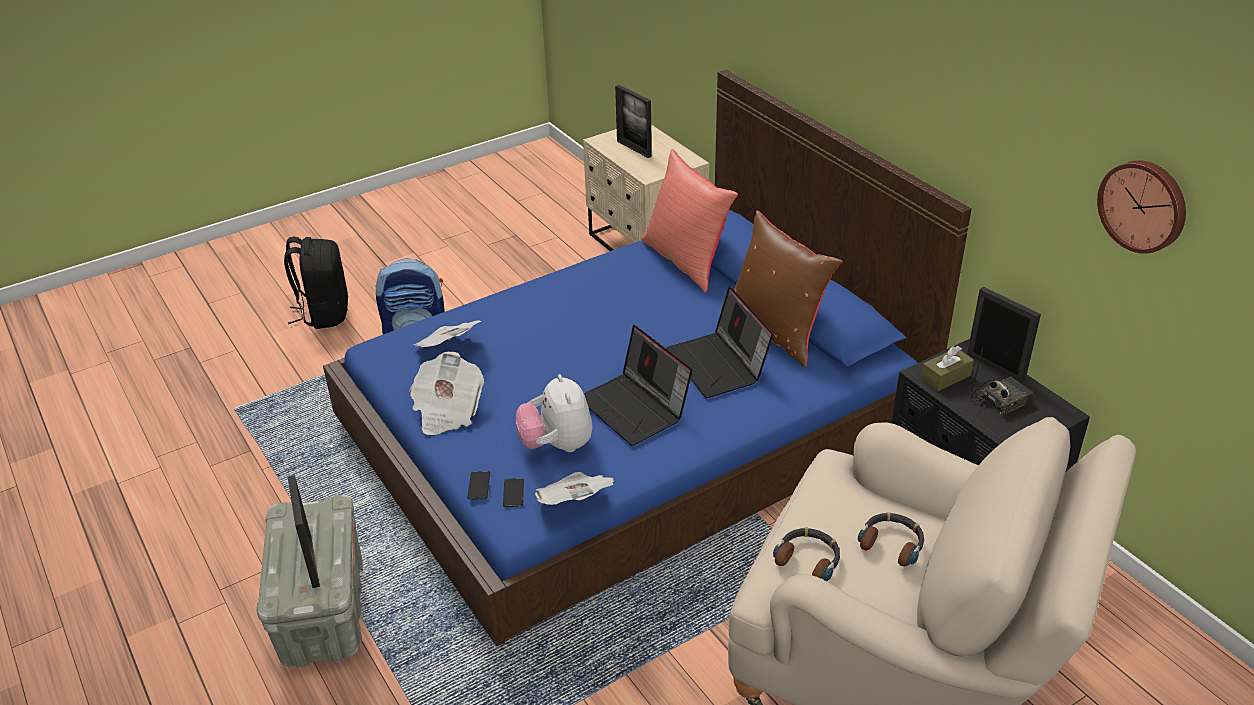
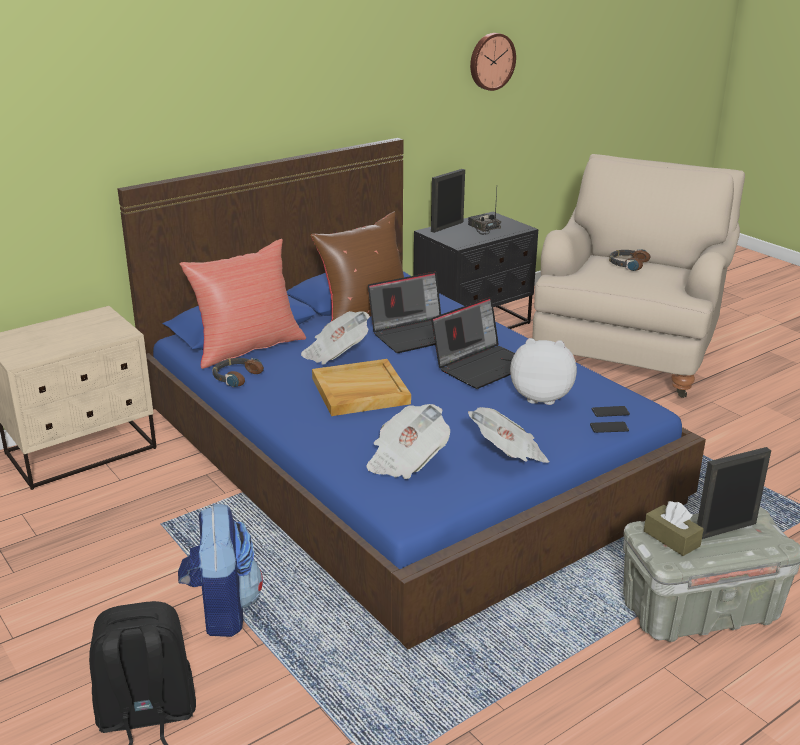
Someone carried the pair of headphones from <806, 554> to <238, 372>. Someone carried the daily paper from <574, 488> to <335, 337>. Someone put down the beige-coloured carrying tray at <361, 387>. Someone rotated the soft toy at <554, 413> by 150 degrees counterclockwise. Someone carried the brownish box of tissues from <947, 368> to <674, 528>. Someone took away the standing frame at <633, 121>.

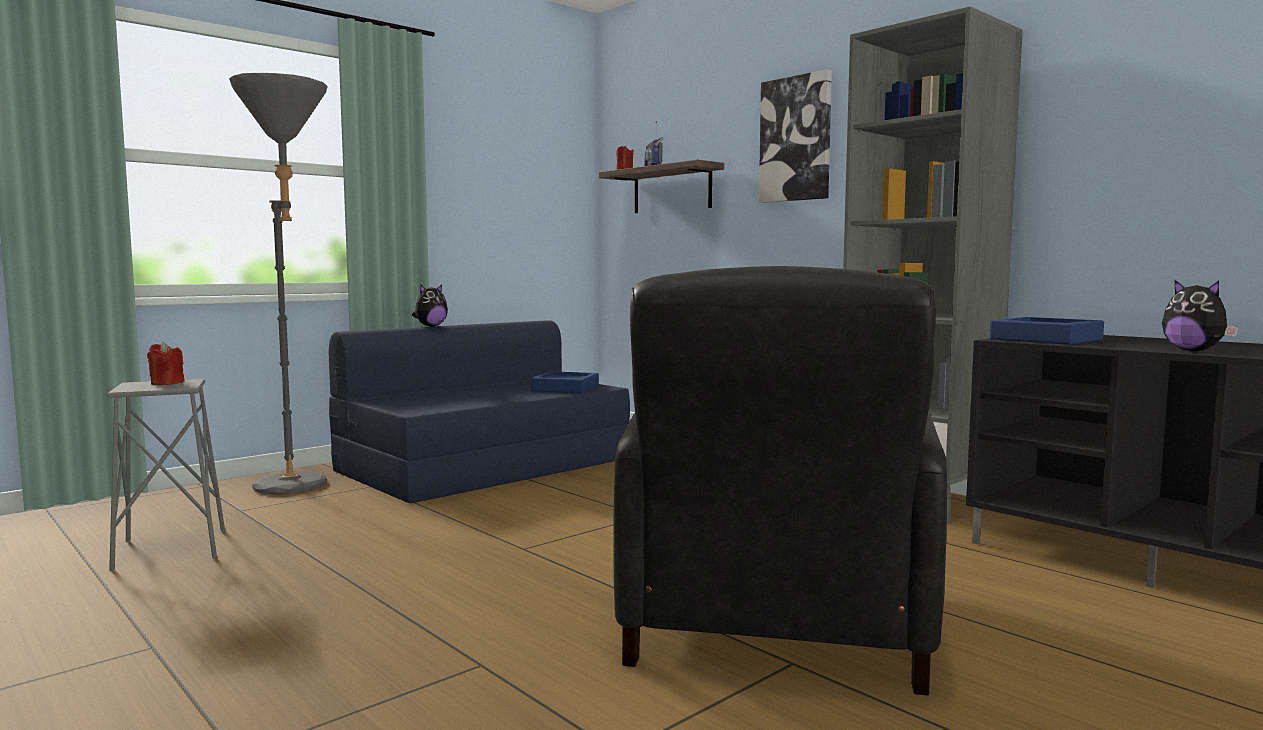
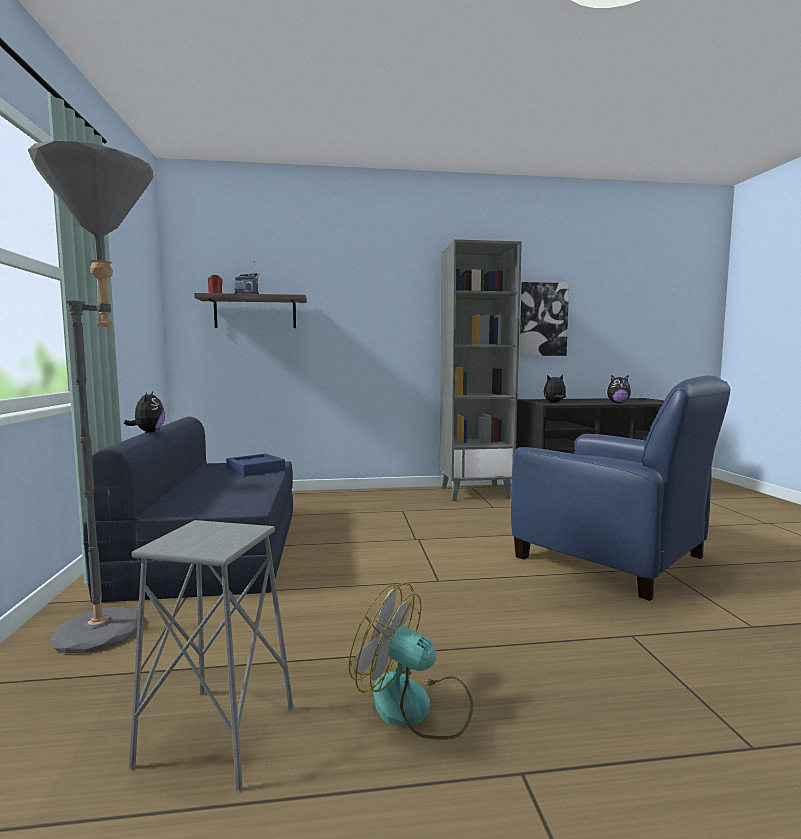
Someone put down the electric fan at <411, 661>. Someone repainted the black-coloured easy chair at <780, 480>, which became the blue-coloured easy chair at <621, 488>. Someone carried the wall art from <795, 136> to <544, 319>. Someone swapped the blue-coloured carrying tray at <1047, 331> for the soft toy at <555, 389>. Someone took away the reddish wax light at <166, 363>.

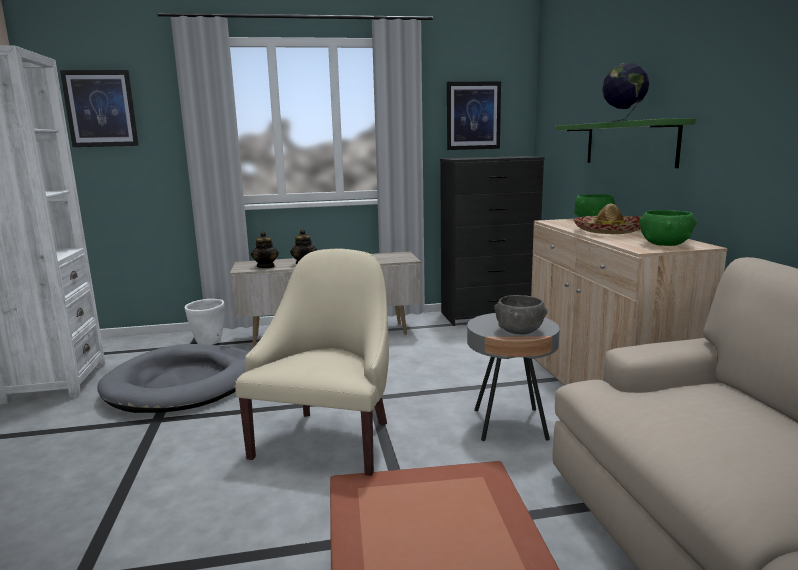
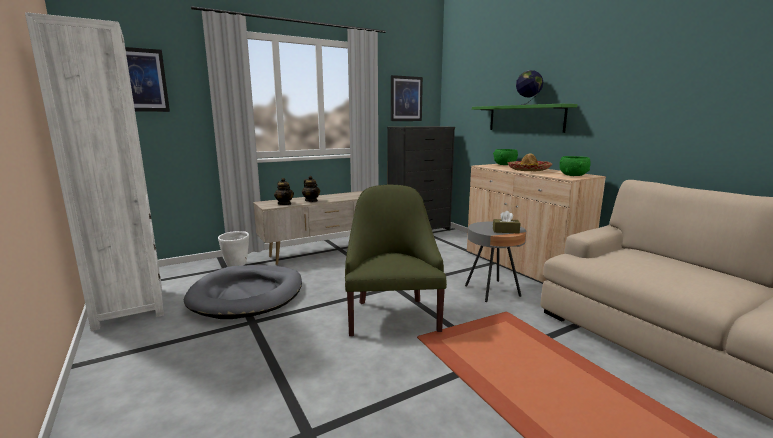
Someone repainted the beige-coloured easy chair at <312, 362>, which became the green-coloured easy chair at <396, 260>. Someone swapped the gray serving bowl at <521, 314> for the brownish box of tissues at <507, 222>.

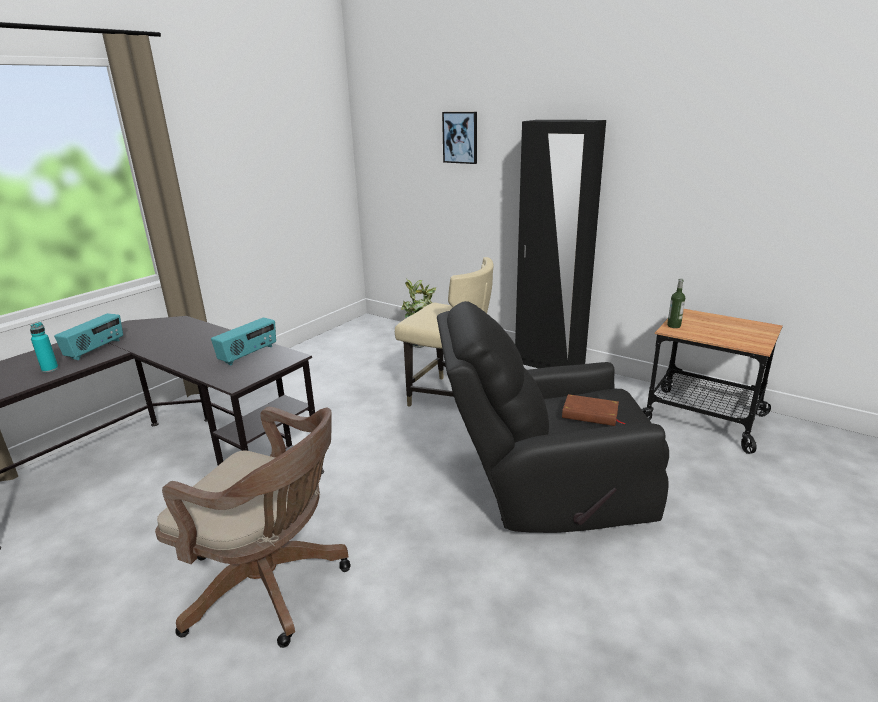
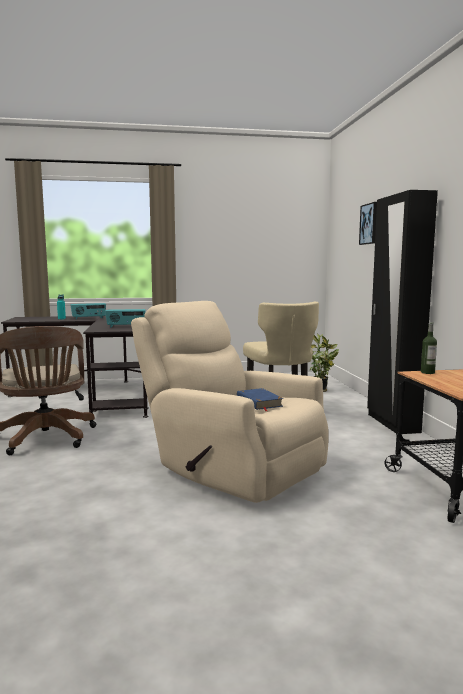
Someone repainted the black-coloured easy chair at <553, 417>, which became the beige-coloured easy chair at <230, 402>. Someone repainted the brownish volume at <593, 410>, which became the blue-coloured volume at <260, 399>.

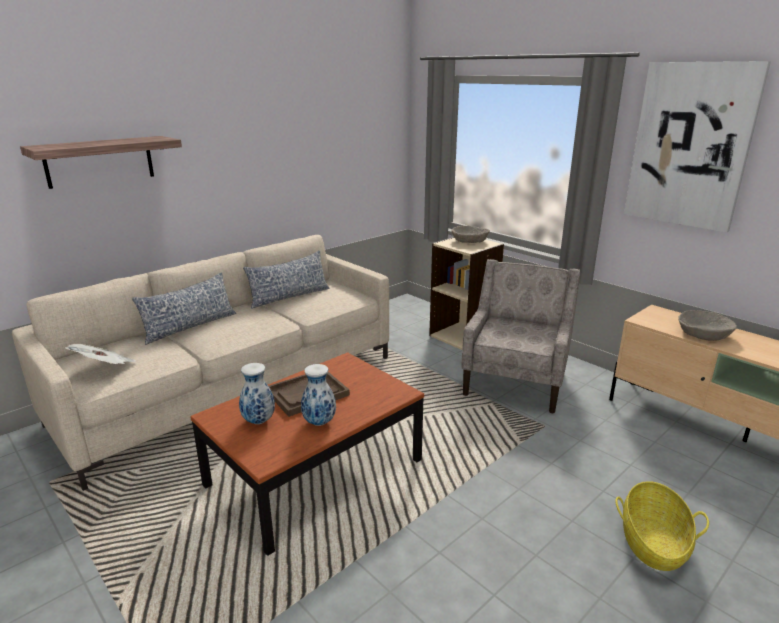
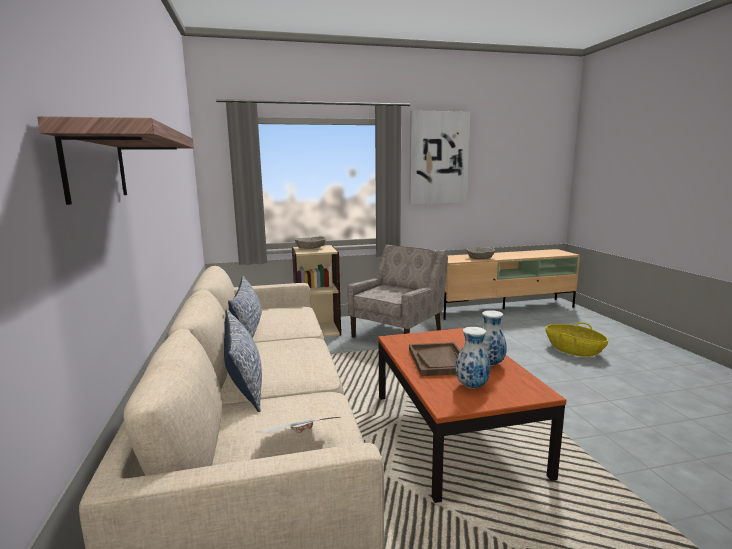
Someone rotated the beige-coloured easy chair at <520, 336> by 75 degrees clockwise.

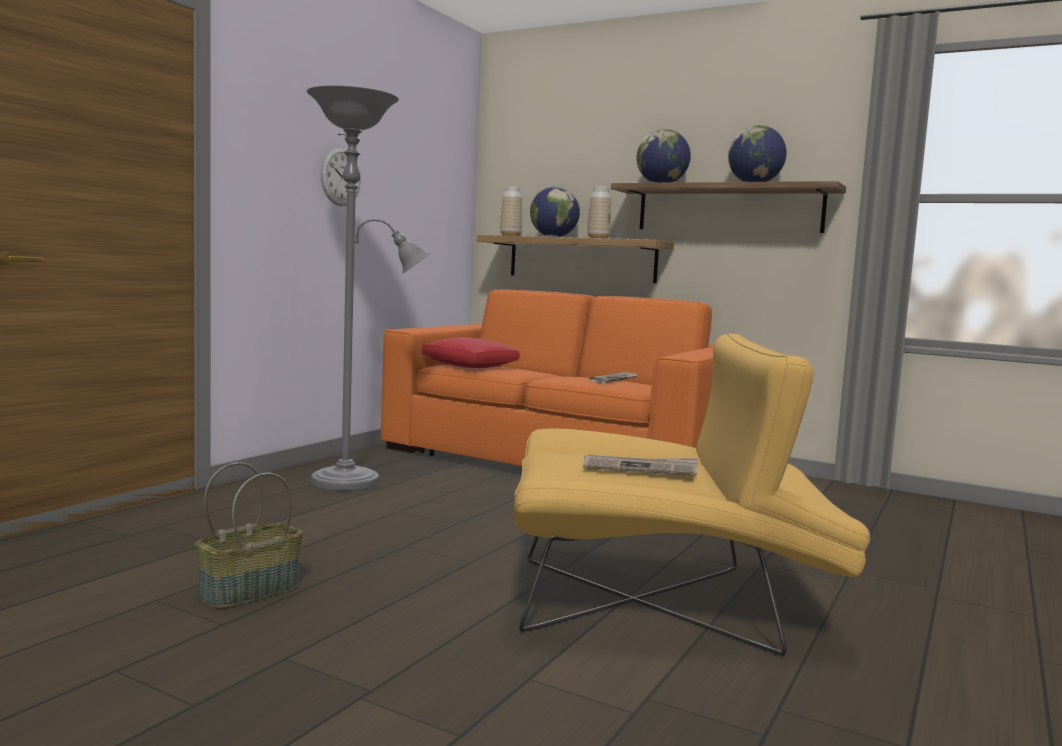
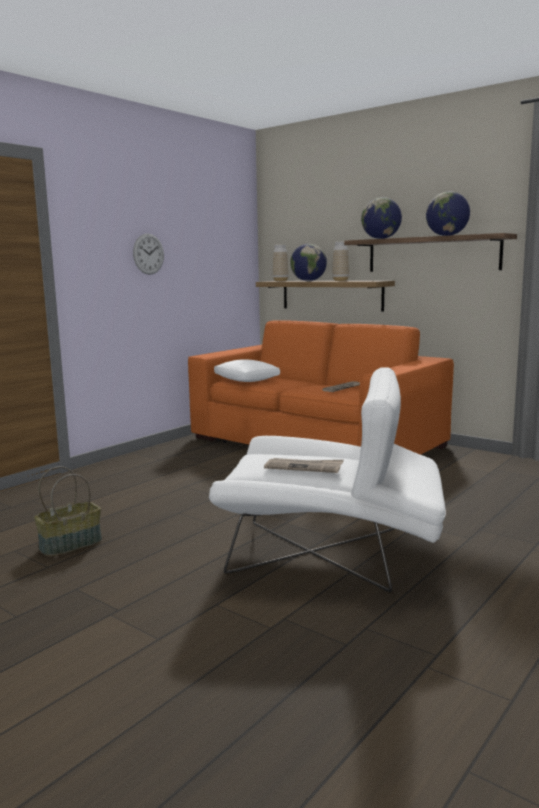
Someone repainted the yellowish easy chair at <692, 494>, which became the white-coloured easy chair at <327, 480>. Someone repainted the reddish cushion at <471, 352>, which became the white-coloured cushion at <247, 370>. Someone took away the gray standing lamp at <369, 288>.

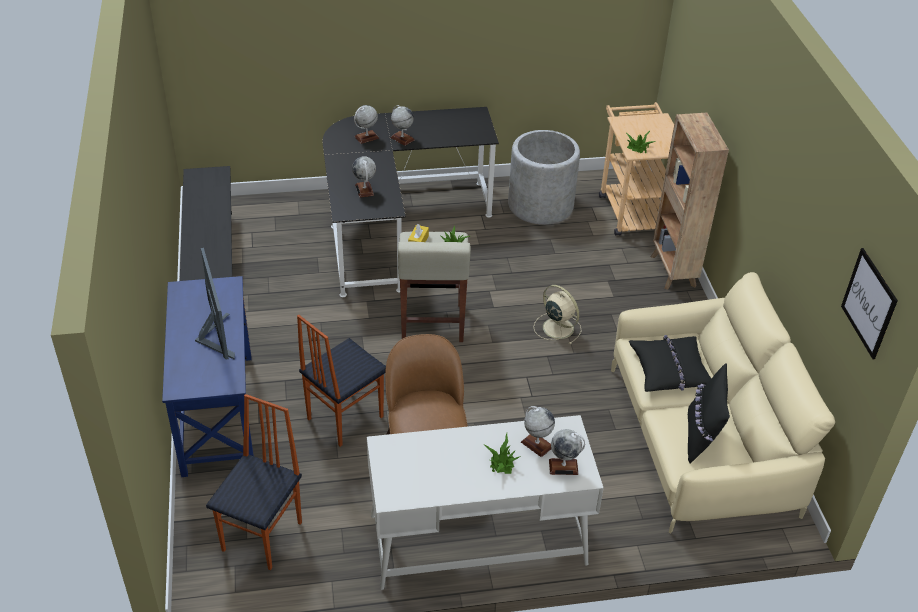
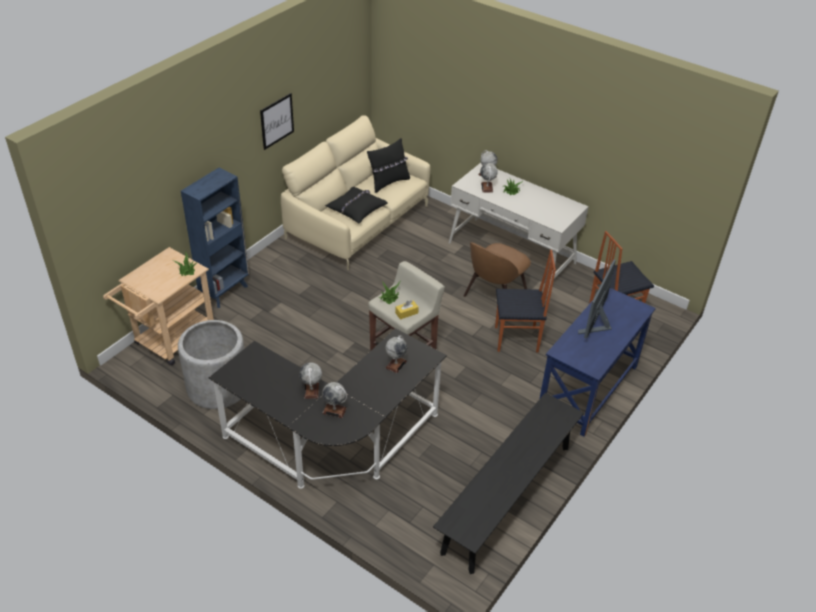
Someone repainted the brownish shelving unit at <689, 201>, which became the blue-coloured shelving unit at <215, 238>. Someone carried the wall art from <869, 303> to <277, 121>. Someone took away the beige-coloured electric fan at <557, 315>.

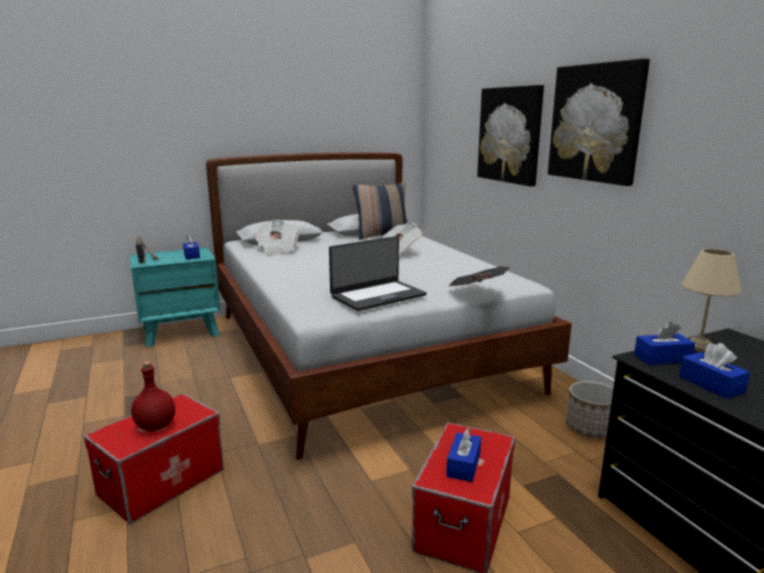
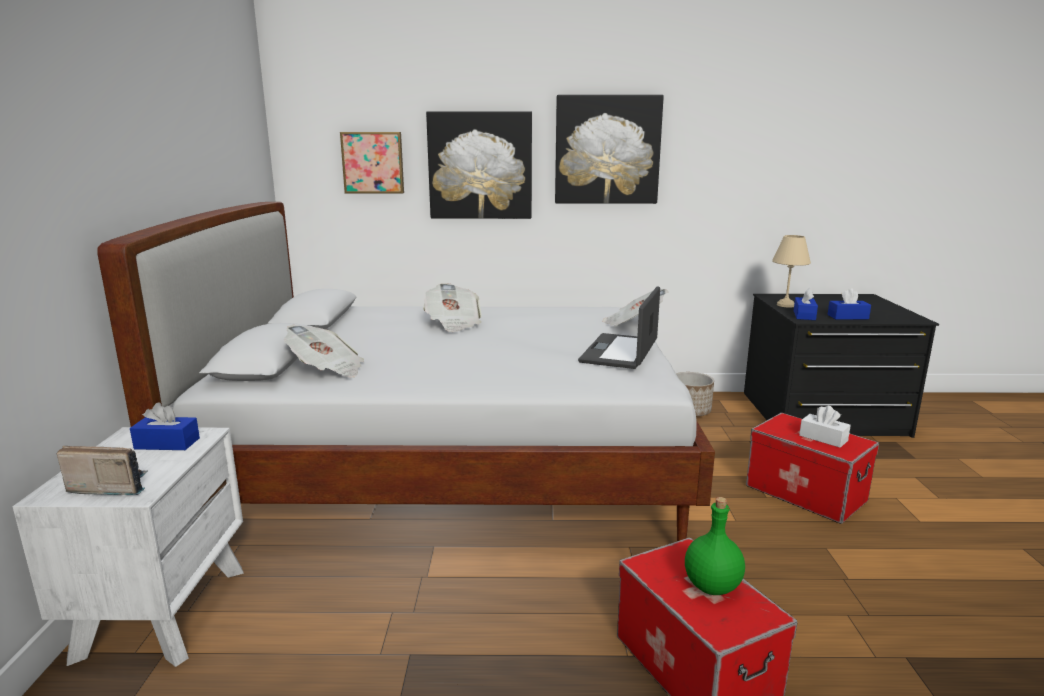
Someone repainted the turquoise-coloured night table at <175, 297>, which became the white-coloured night table at <128, 547>. Someone put up the wall art at <372, 163>. Someone rotated the portable computer at <378, 273> by 150 degrees counterclockwise. Someone repainted the reddish bottle at <153, 396>, which became the green-coloured bottle at <715, 546>. Someone repainted the blue-coloured box of tissues at <463, 455>, which became the white-coloured box of tissues at <825, 427>. Someone took away the cushion at <380, 210>.

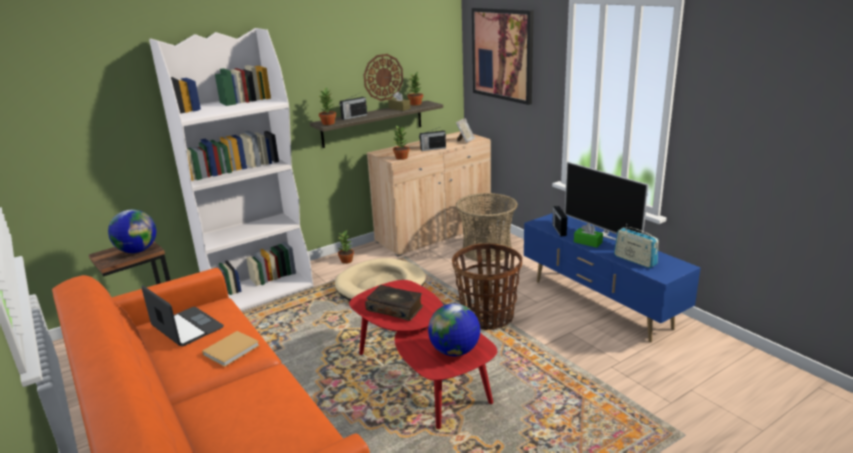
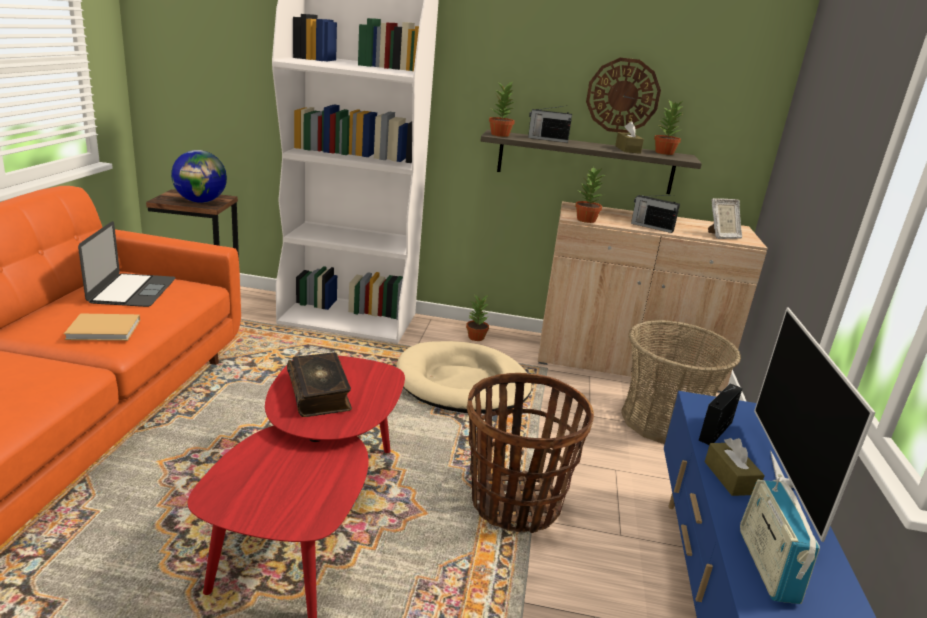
Someone repainted the green-coloured box of tissues at <588, 235>, which became the brownish box of tissues at <735, 467>. Someone took away the globe at <454, 330>. Someone took away the wall art at <503, 56>.

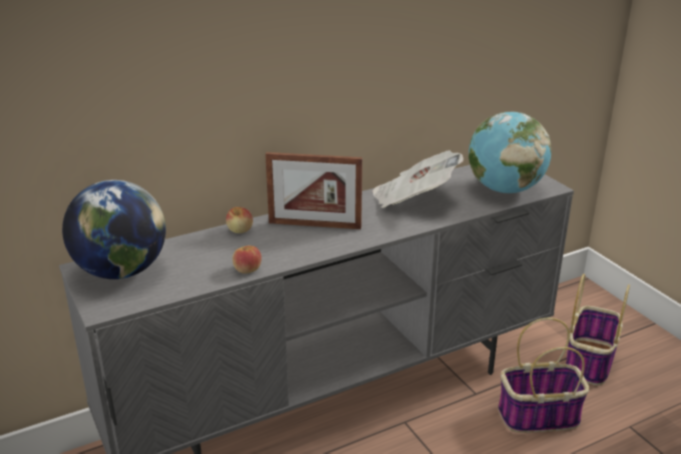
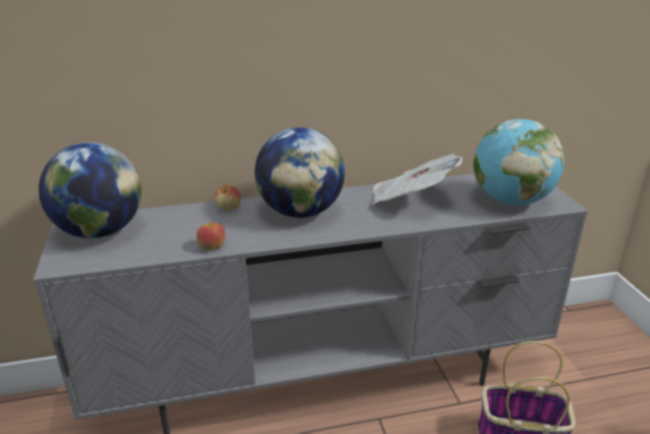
Someone swapped the standing frame at <313, 190> for the globe at <300, 172>. Someone took away the storage basket at <598, 329>.

